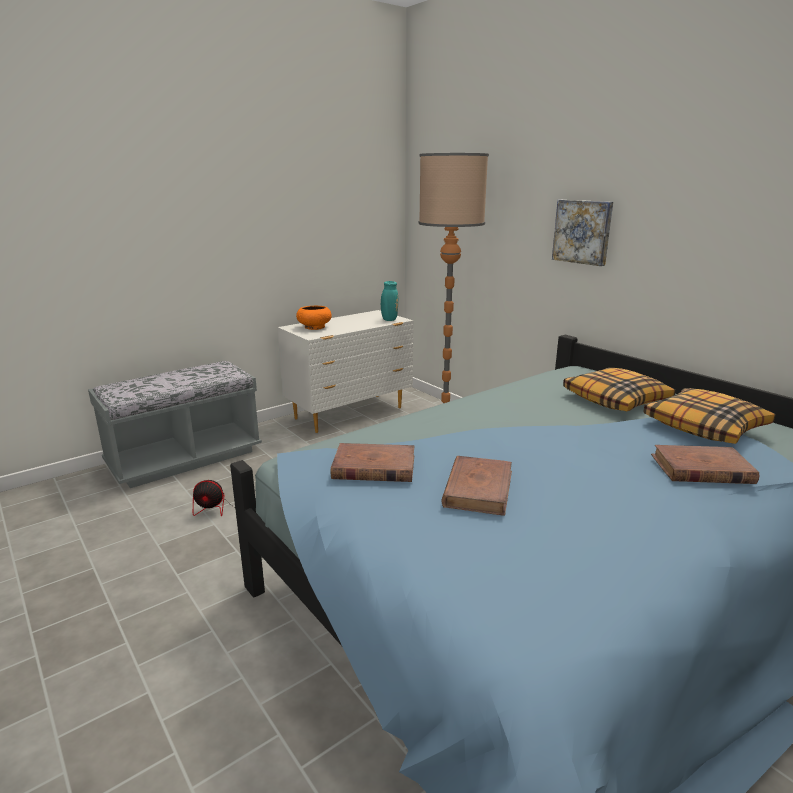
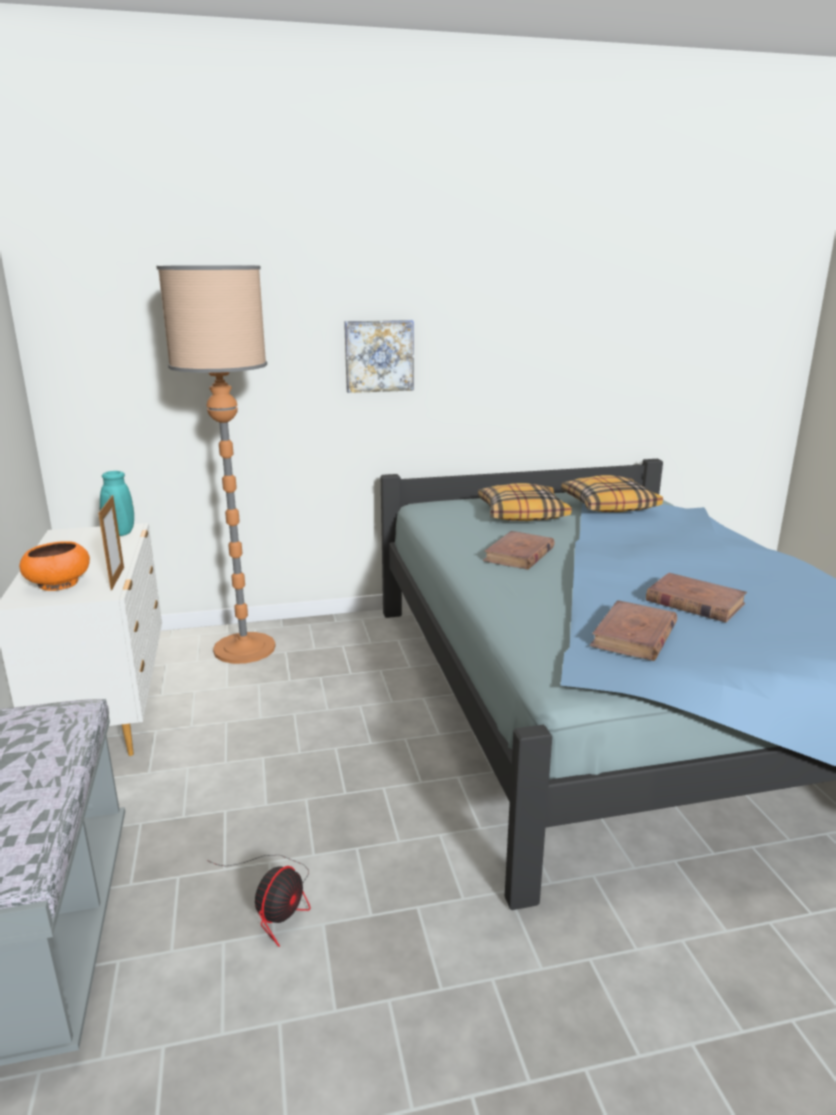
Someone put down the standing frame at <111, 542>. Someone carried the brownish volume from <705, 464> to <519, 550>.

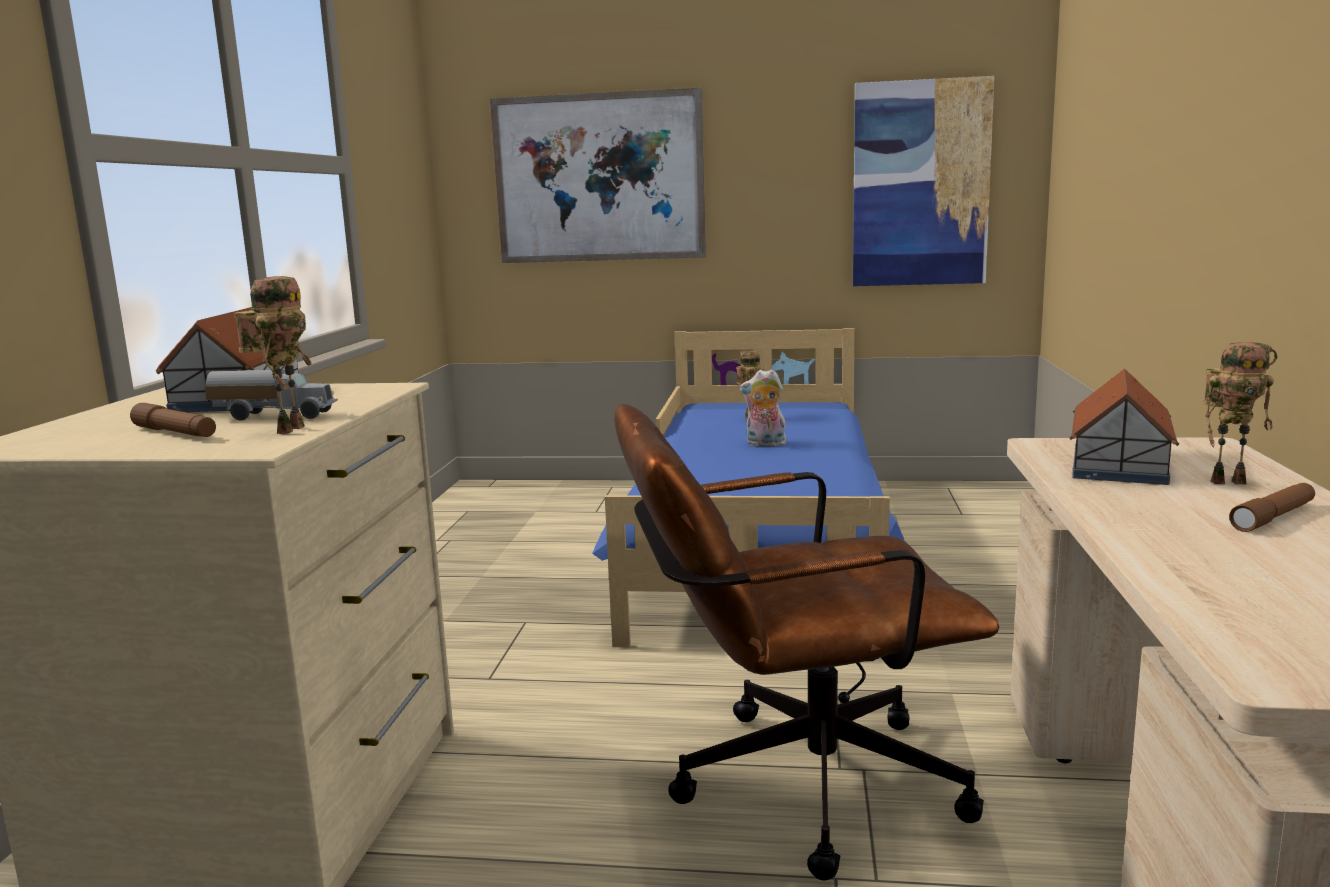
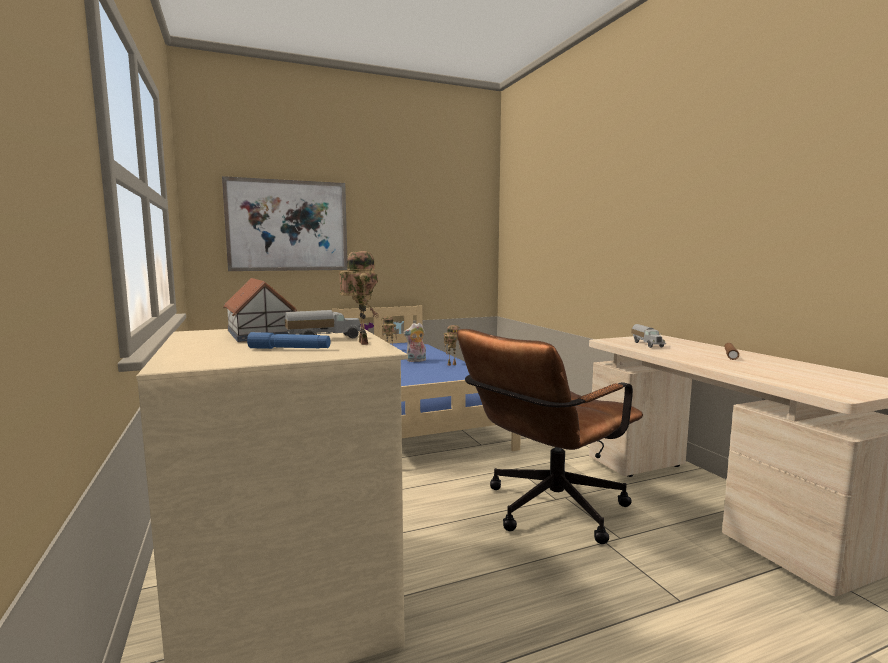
Someone repainted the brownish flashlight at <173, 420>, which became the blue-coloured flashlight at <289, 340>. Someone carried the toy robot from <1240, 413> to <452, 345>. Someone swapped the miniature house at <1124, 426> for the model truck at <648, 336>. Someone took away the wall art at <923, 181>.

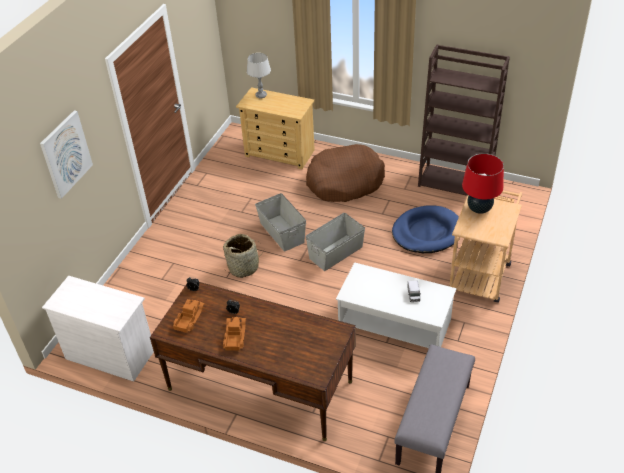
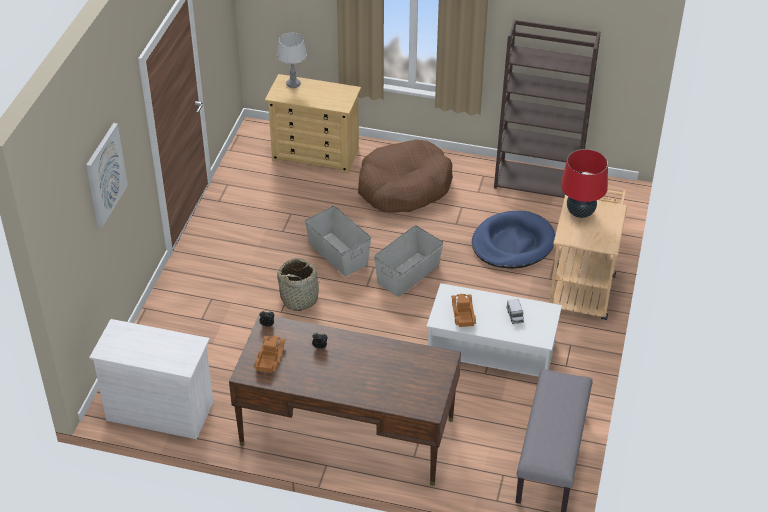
Someone carried the model truck from <234, 334> to <463, 310>.

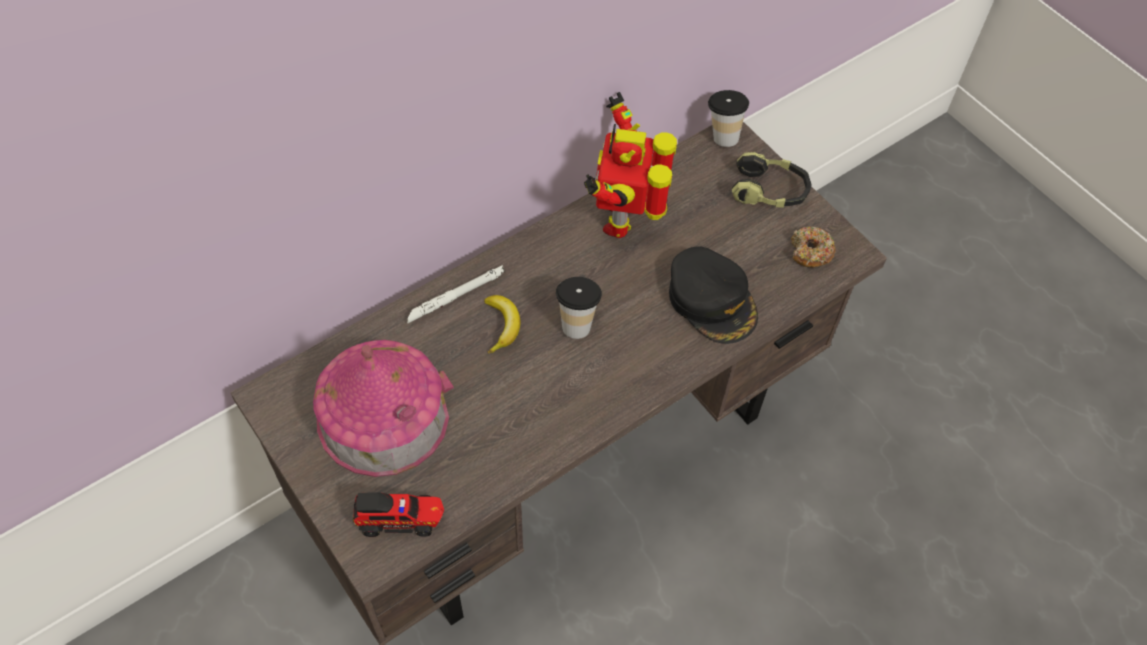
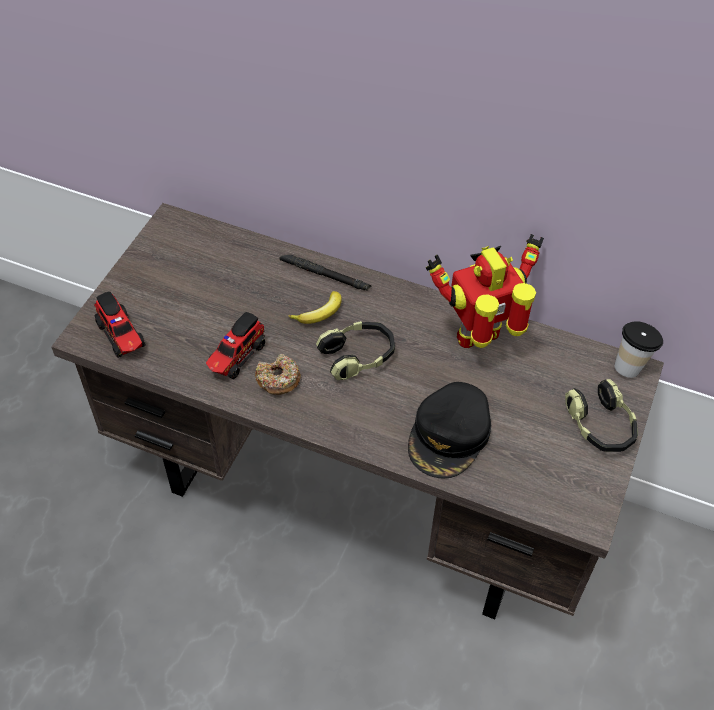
Someone put down the model truck at <235, 345>. Someone carried the donut from <813, 246> to <278, 374>. Someone repainted the white-coloured flashlight at <456, 294>, which became the black-coloured flashlight at <325, 272>. Someone swapped the cup at <579, 308> for the pair of headphones at <355, 350>. Someone took away the miniature house at <383, 408>.

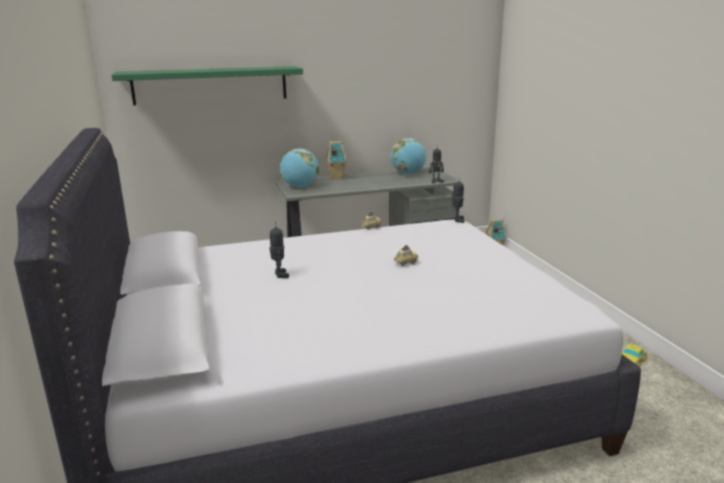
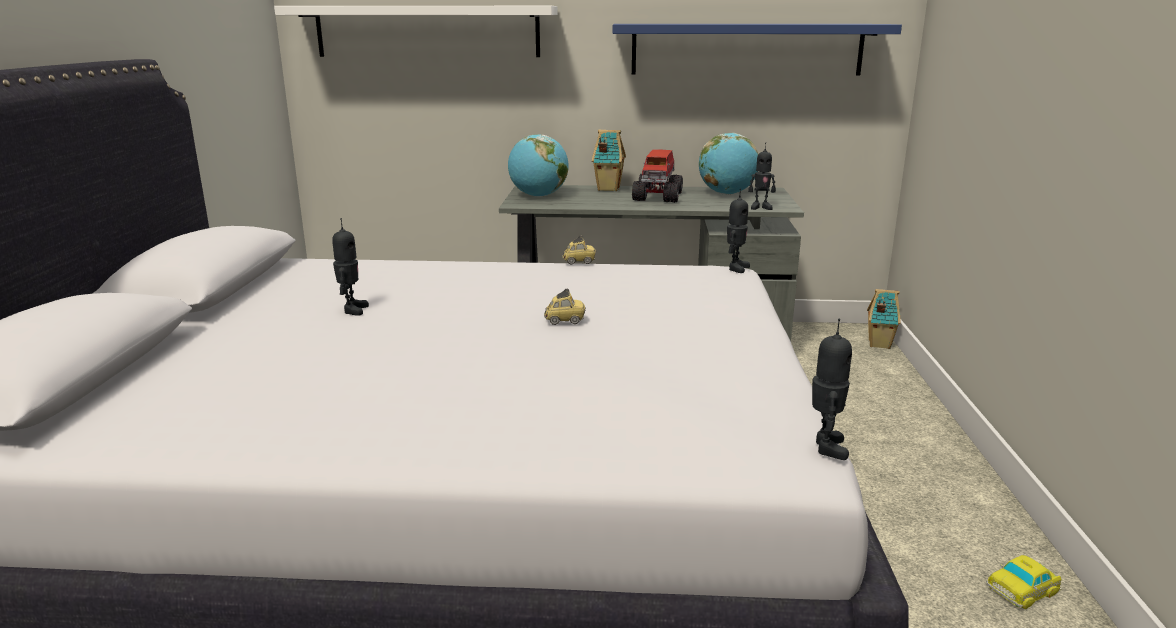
Someone repainted the green-coloured shelf at <207, 85>, which became the white-coloured shelf at <415, 31>. Someone put up the blue-coloured shelf at <757, 49>. Someone put down the model truck at <657, 176>. Someone put down the toy robot at <832, 389>.

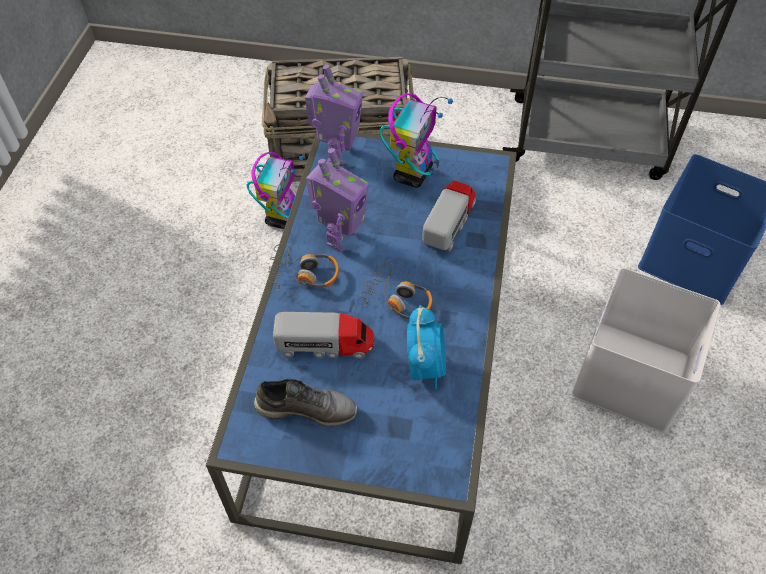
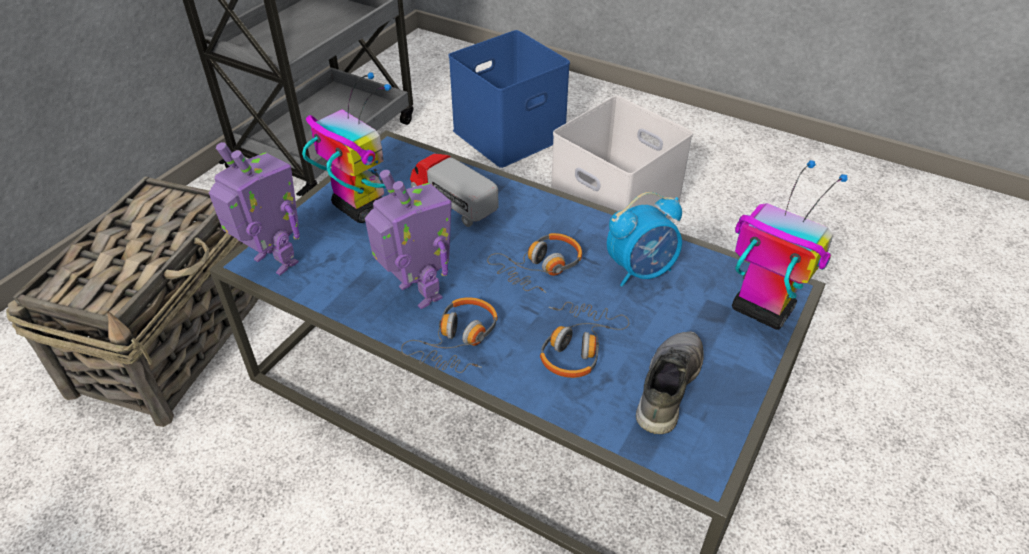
Someone swapped the model truck at <323, 335> for the pair of headphones at <584, 340>. Someone rotated the table clock at <426, 347> by 135 degrees clockwise. Someone carried the toy robot from <275, 190> to <790, 245>.

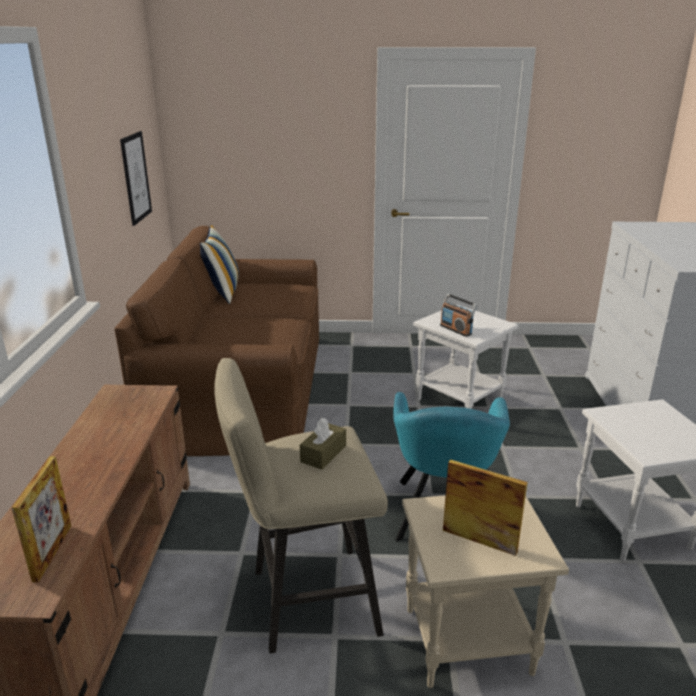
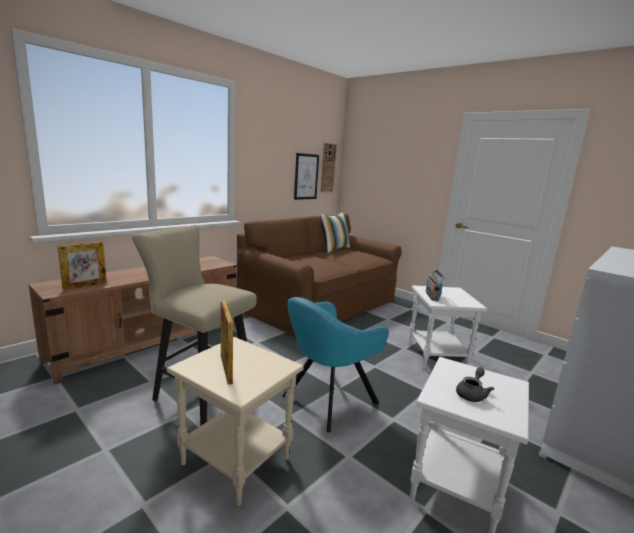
Someone put up the clock on the wall at <329, 167>. Someone put down the gray tea pot at <475, 384>. Someone took away the brownish box of tissues at <323, 444>.

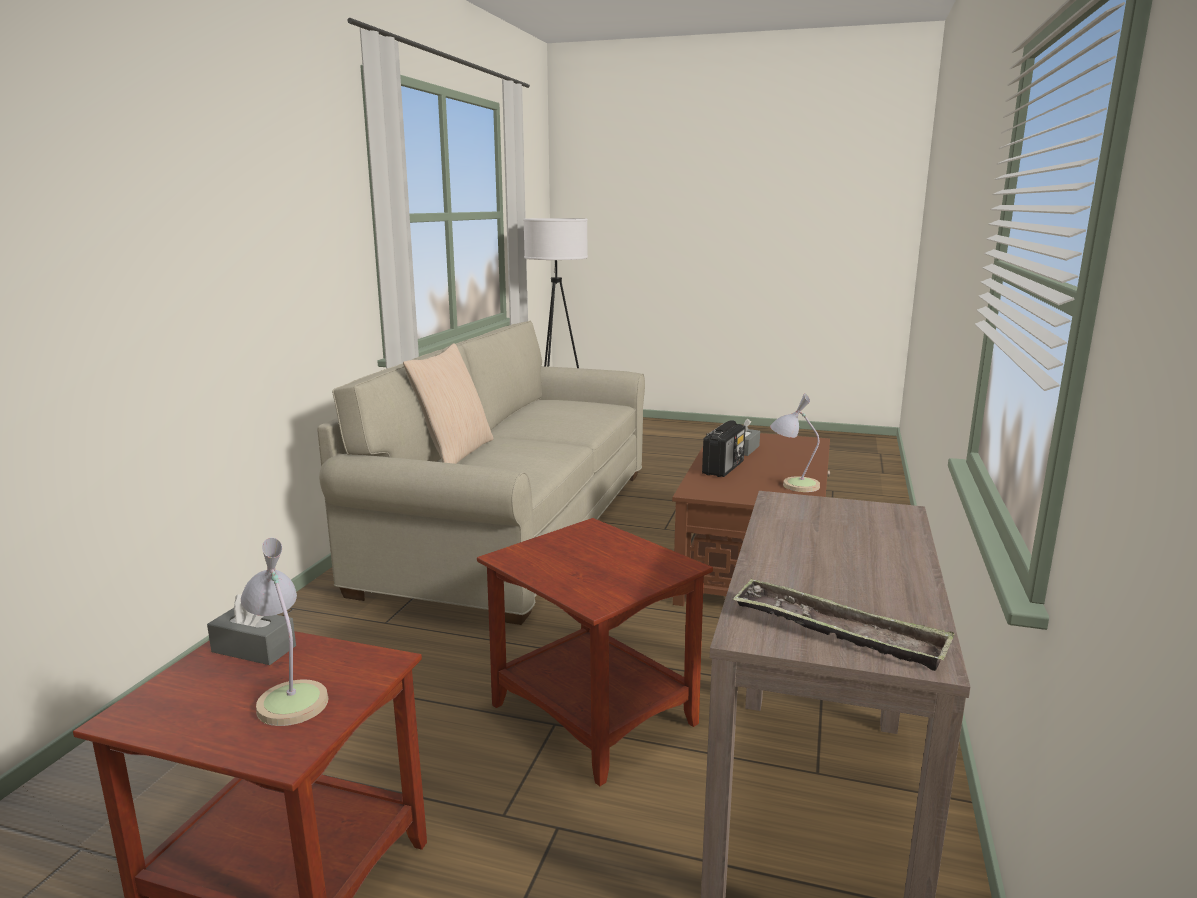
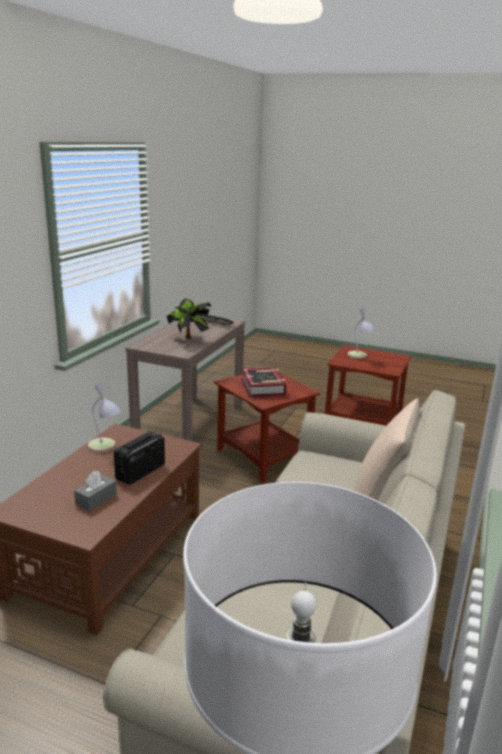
Someone put down the plant in a pot at <189, 318>. Someone put down the volume at <264, 382>. Someone took away the gray box of tissues at <251, 629>.

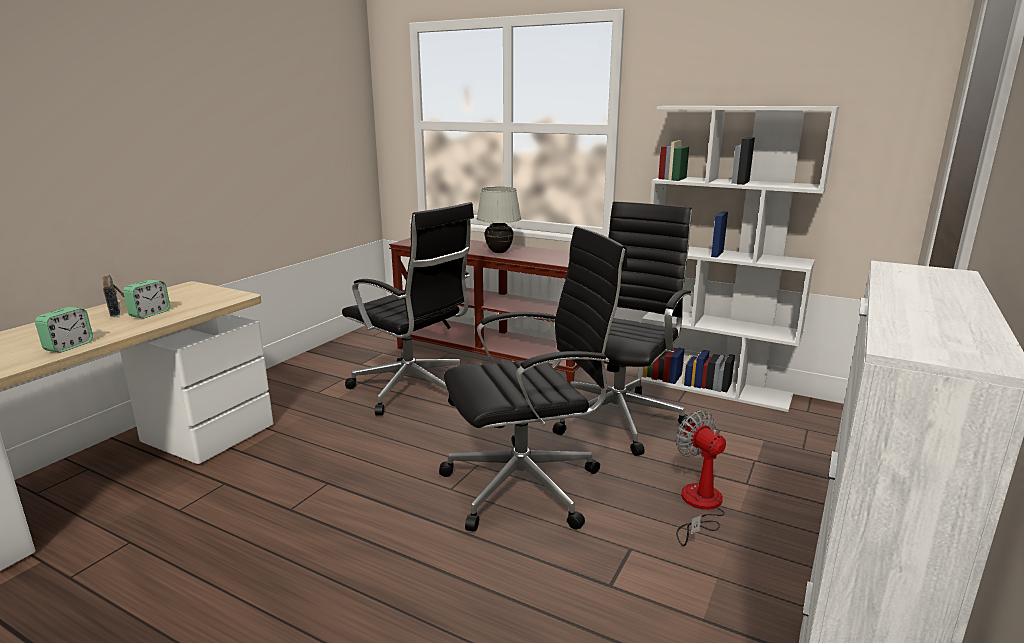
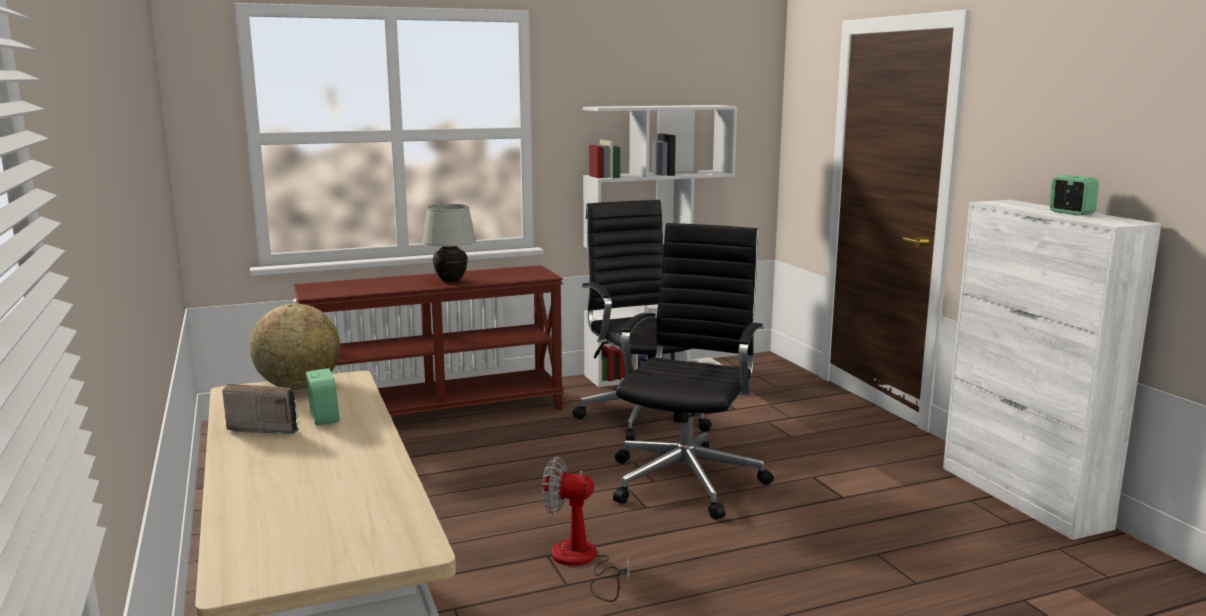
Someone put down the globe at <295, 346>. Someone carried the electric fan from <701, 478> to <586, 529>. Someone carried the table clock from <64, 330> to <1074, 195>. Someone took away the black-coloured office chair at <408, 309>.

